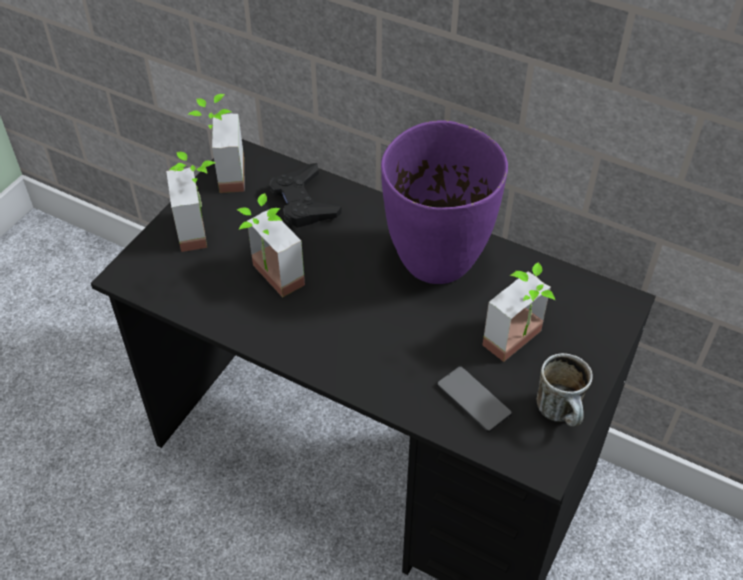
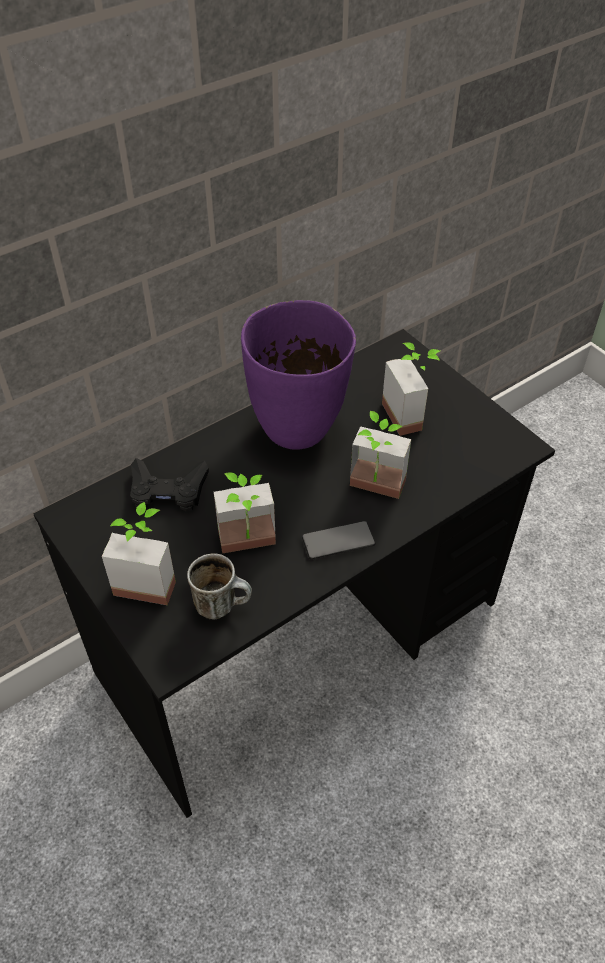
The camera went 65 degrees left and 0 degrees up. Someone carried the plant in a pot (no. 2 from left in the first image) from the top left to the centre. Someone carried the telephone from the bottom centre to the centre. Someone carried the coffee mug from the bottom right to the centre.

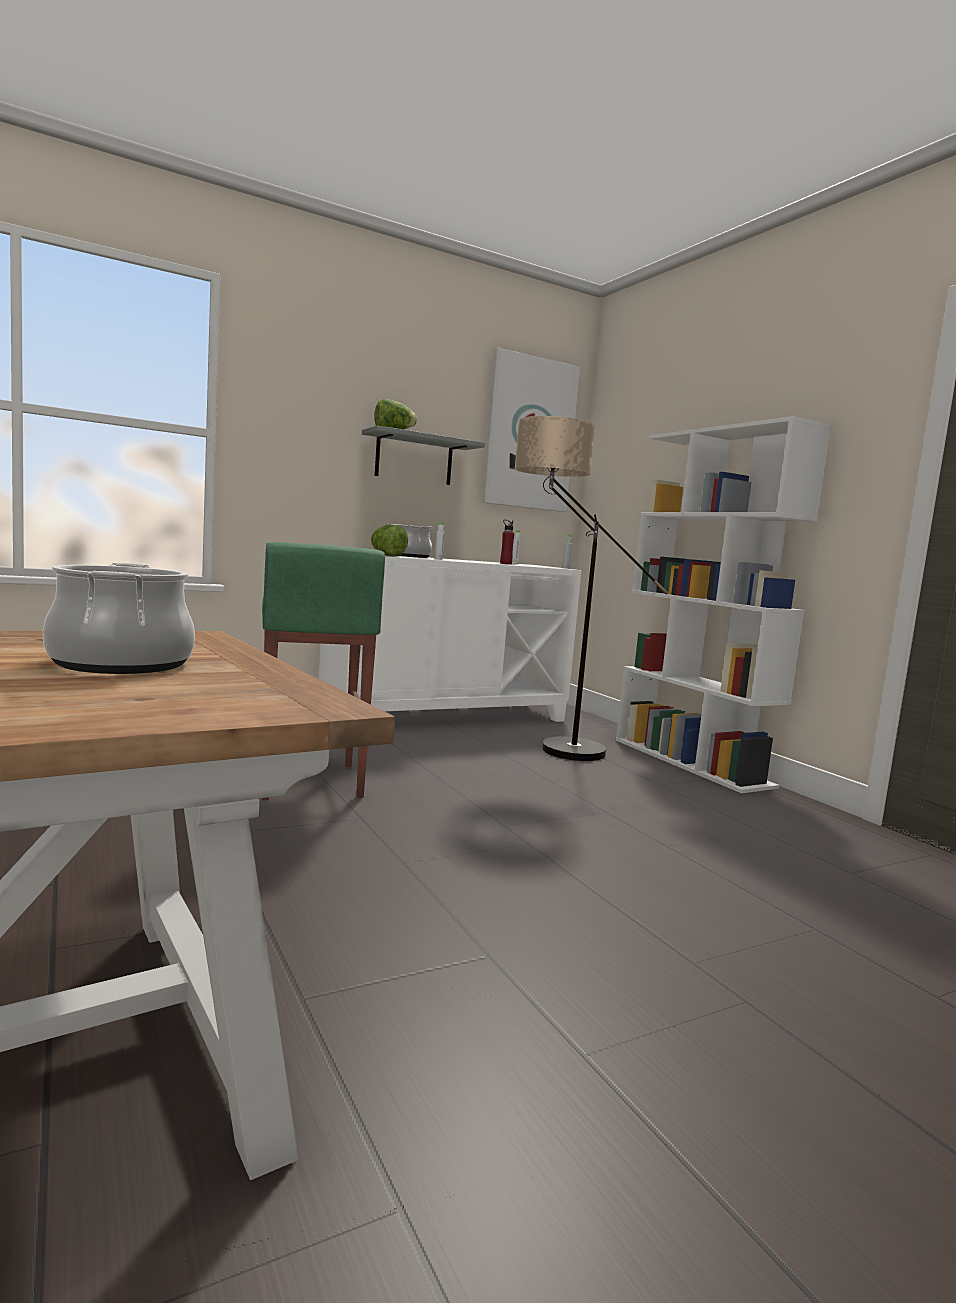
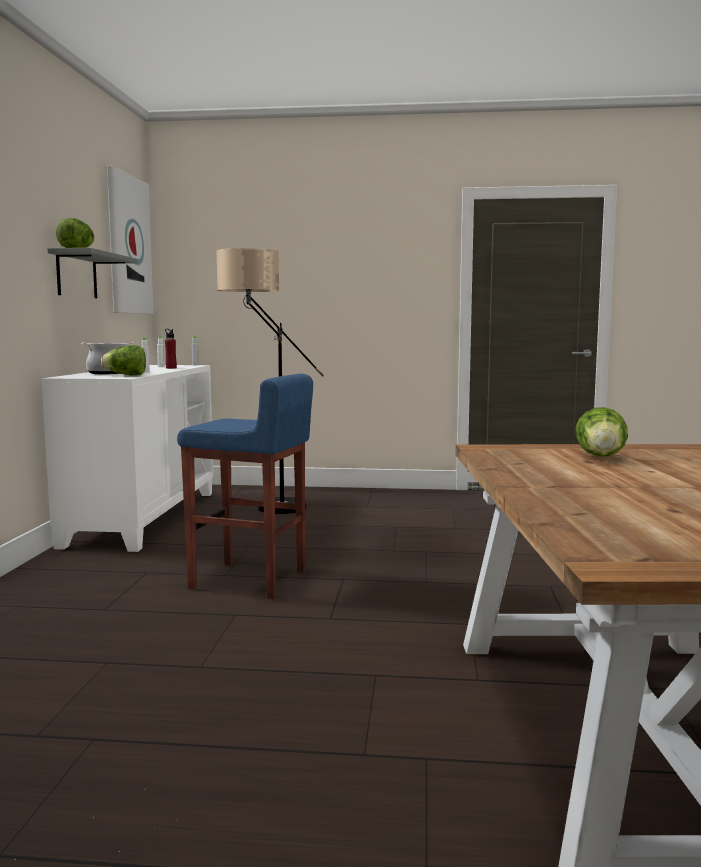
The camera went 55 degrees left and 0 degrees up. Someone swapped the saucepot (no. 1 from left) at the middle left for the lettuce (no. 3 from left) at the middle right. Someone repainted the greenish sitting stool at the centre, which became the blue sitting stool at the centre. Someone took away the white-coloured bookcase at the middle right.

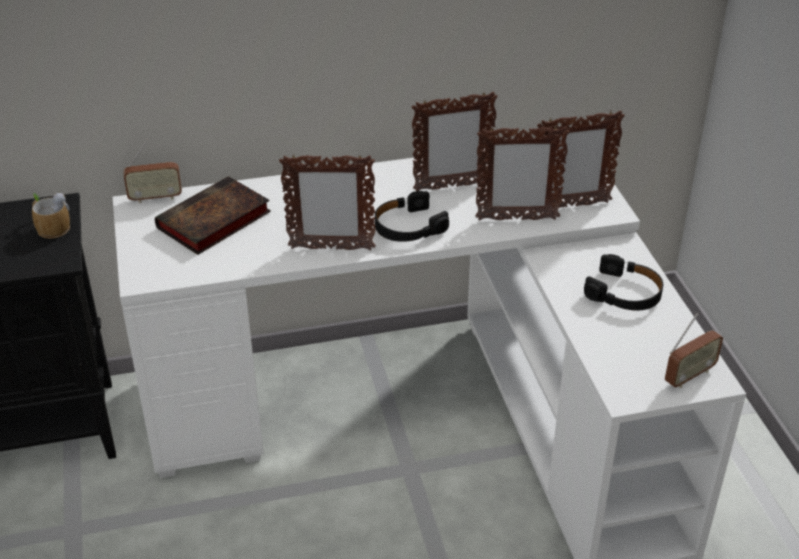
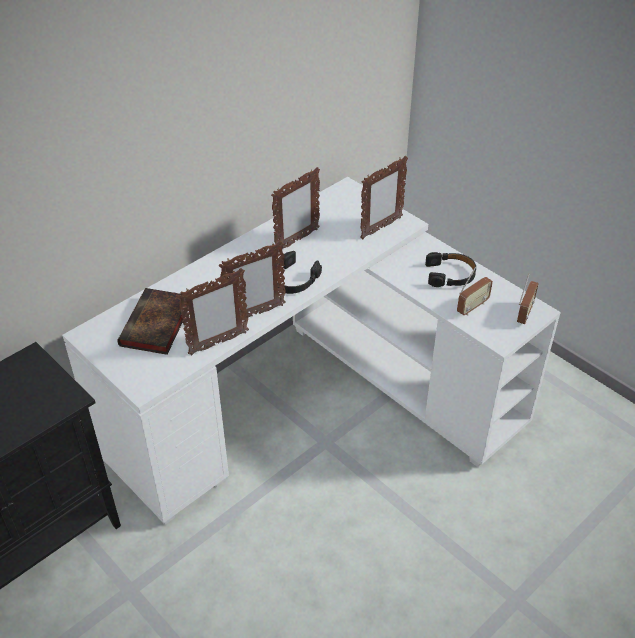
The camera went 30 degrees left and 5 degrees up. Someone took away the coffee mug at the middle left. Someone carried the radio (no. 1 from left) from the top left to the middle right. Someone carried the photo frame (no. 3 from left in the first image) from the top centre to the centre.

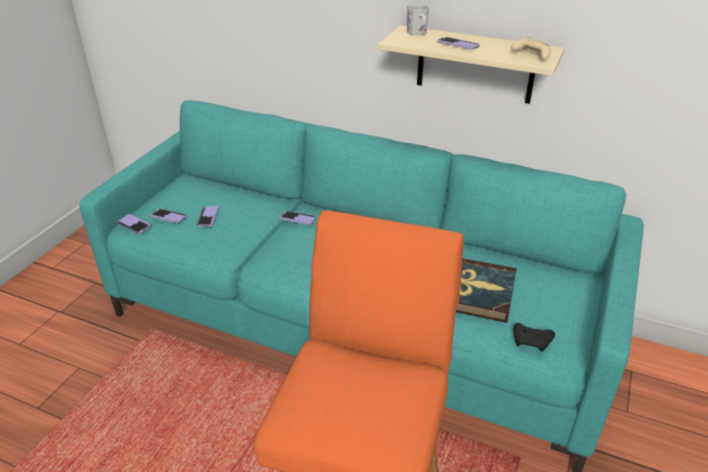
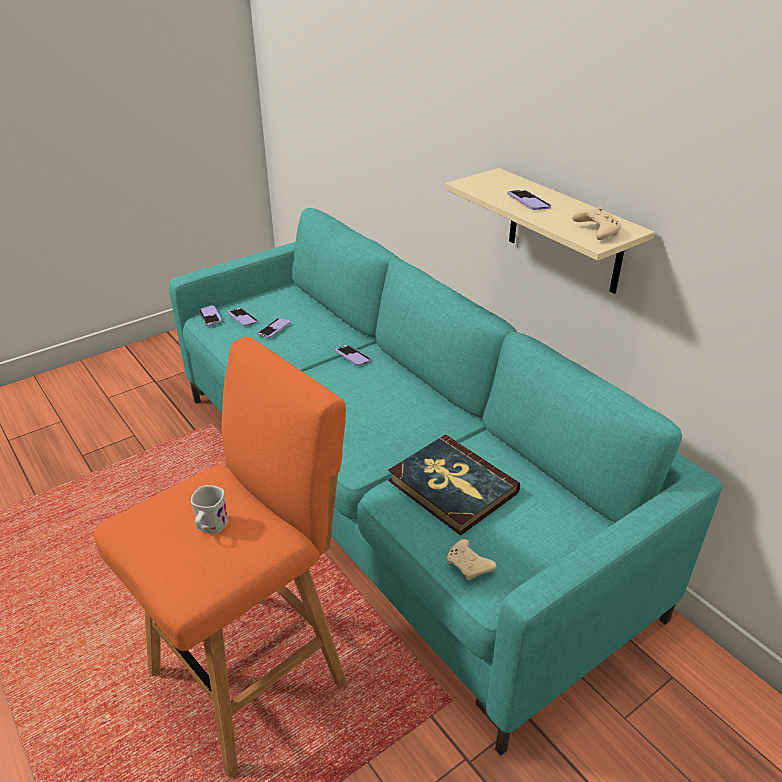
The camera went 30 degrees right and 0 degrees up. Someone carried the white-coloured coffee mug from the top centre to the middle left. Someone repainted the blackish game controller at the bottom right, which became the beige-coloured game controller (no. 1 from left) at the bottom centre.

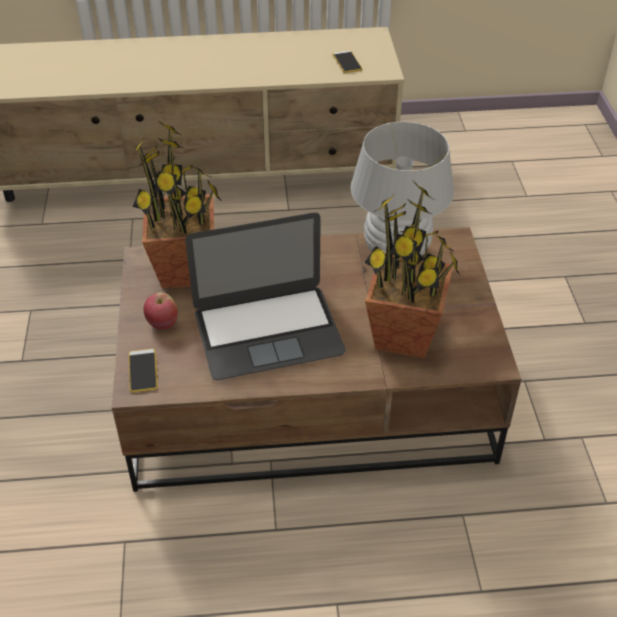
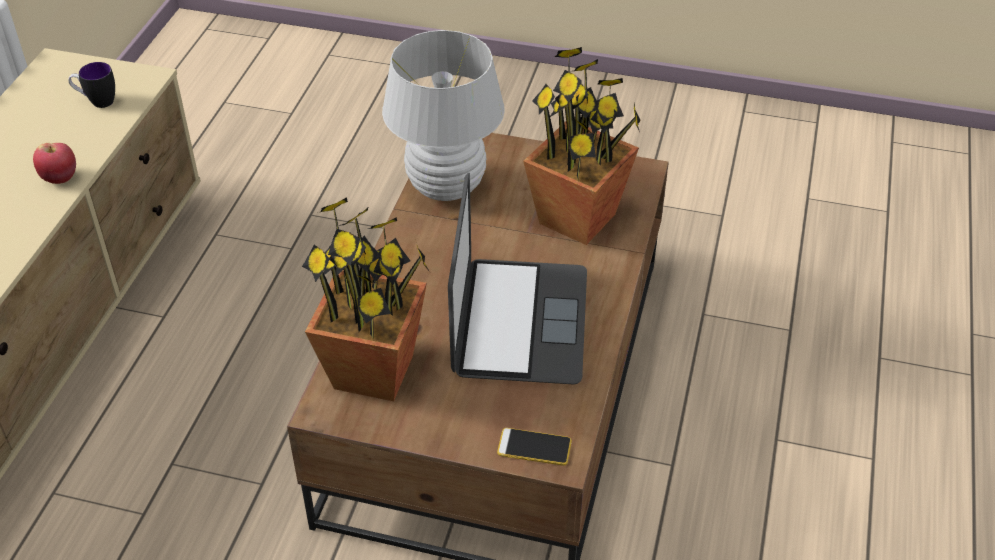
The camera went 70 degrees left and 0 degrees up. Someone carried the whole apple from the middle left to the top left. Someone swapped the telephone (no. 2 from left) at the top centre for the coffee mug at the top left.

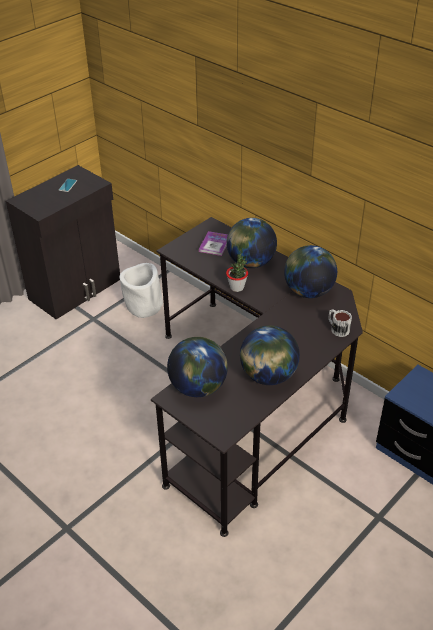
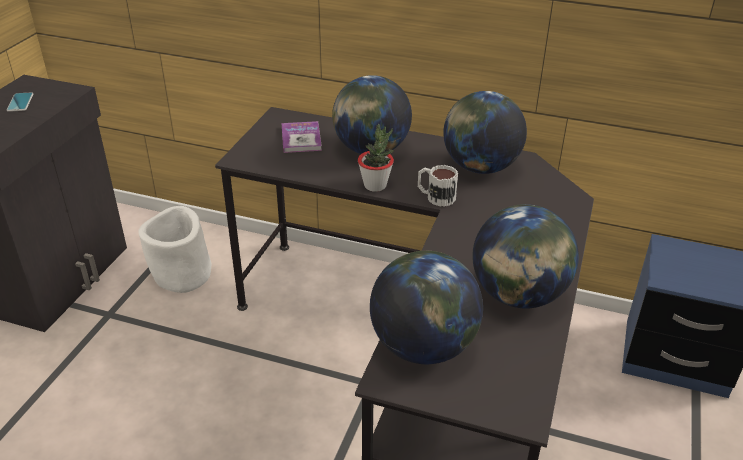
The camera went 25 degrees left and 5 degrees down. Someone carried the coffee mug from the middle right to the centre.

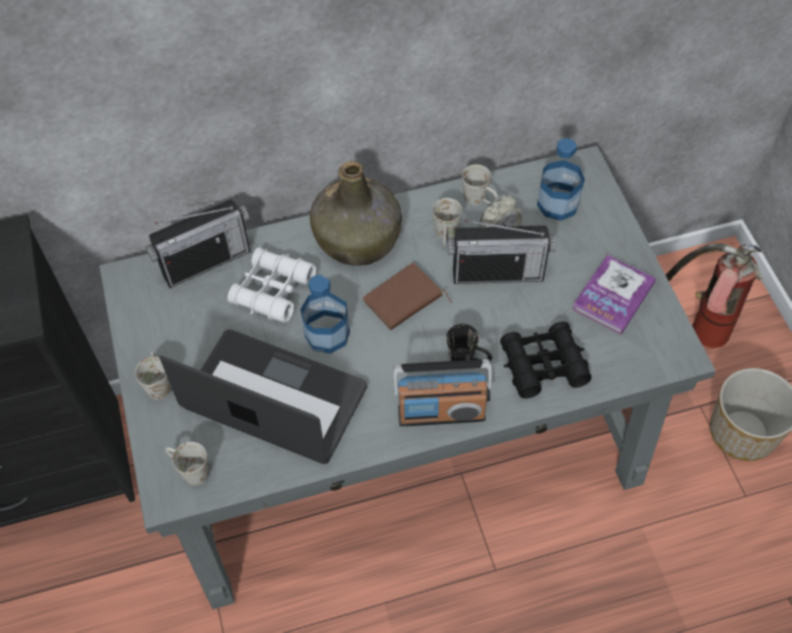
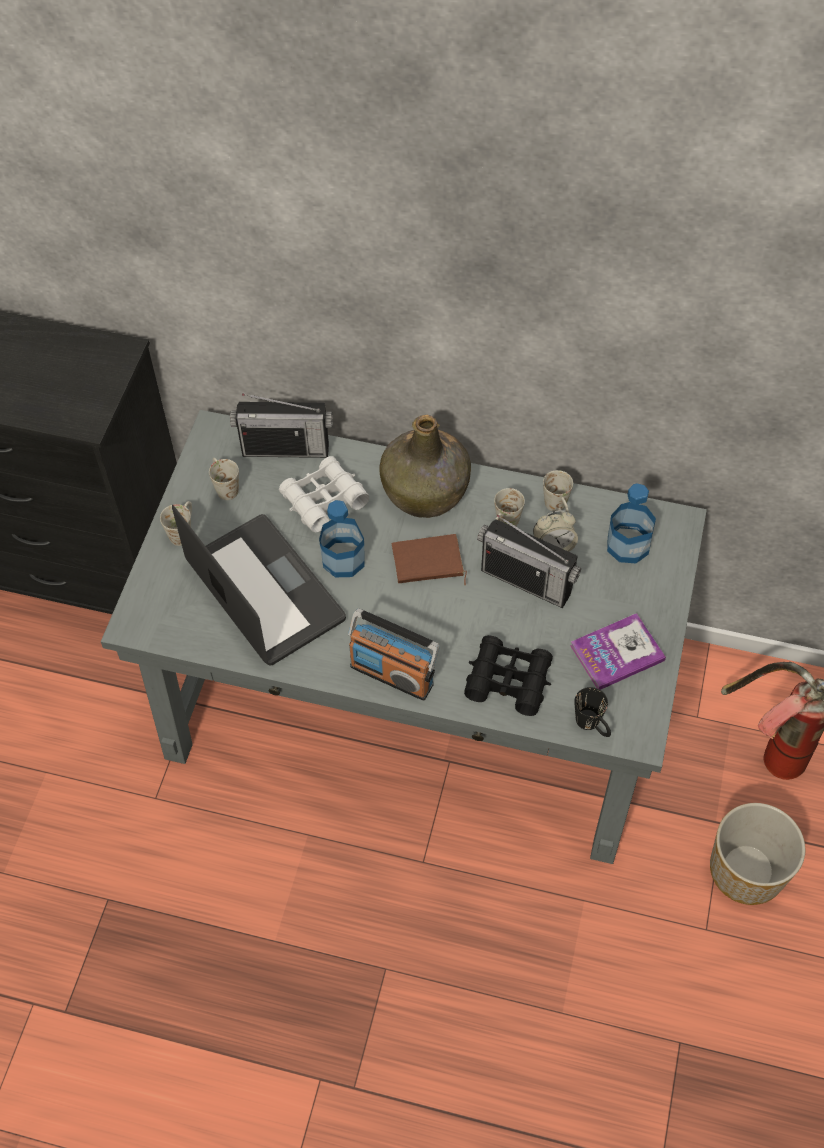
The camera went 30 degrees right and 0 degrees up. Someone carried the white-coloured coffee mug (no. 2 from left) from the bottom left to the middle left. Someone carried the blackish coffee mug from the centre to the middle right.

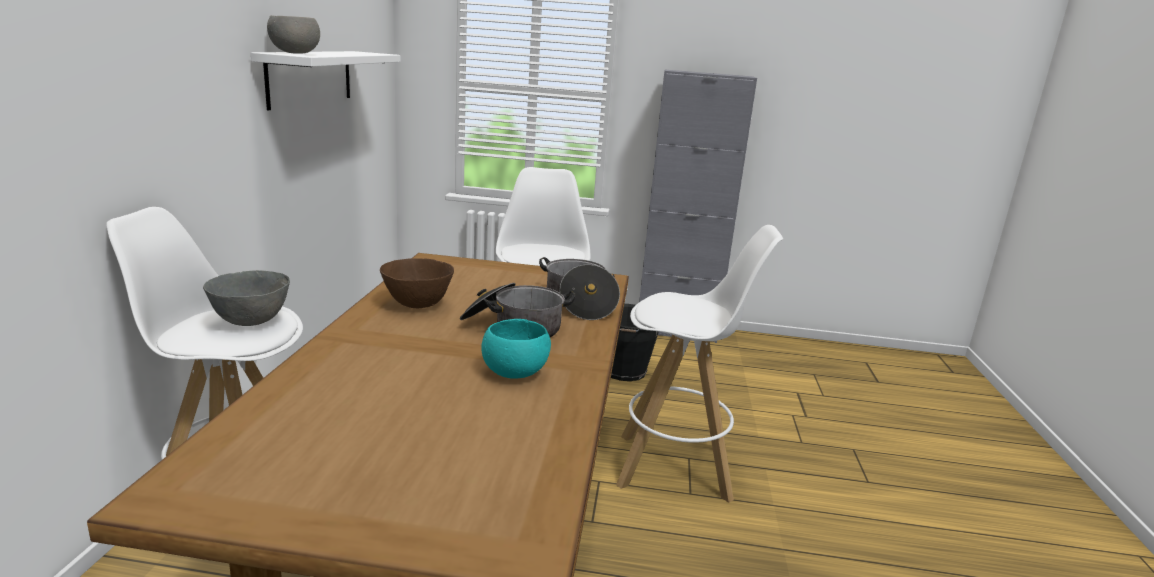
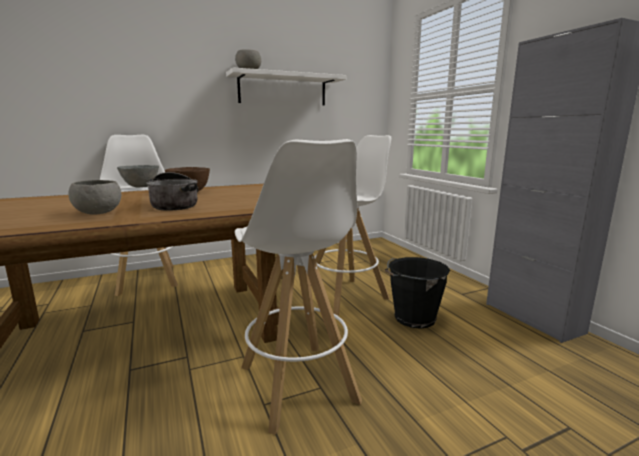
The camera went 60 degrees right and 5 degrees down. Someone repainted the turquoise-coloured deep dish at the centre, which became the greyish deep dish (no. 1 from left) at the middle left. Someone took away the saucepot (no. 2 from left) at the centre.

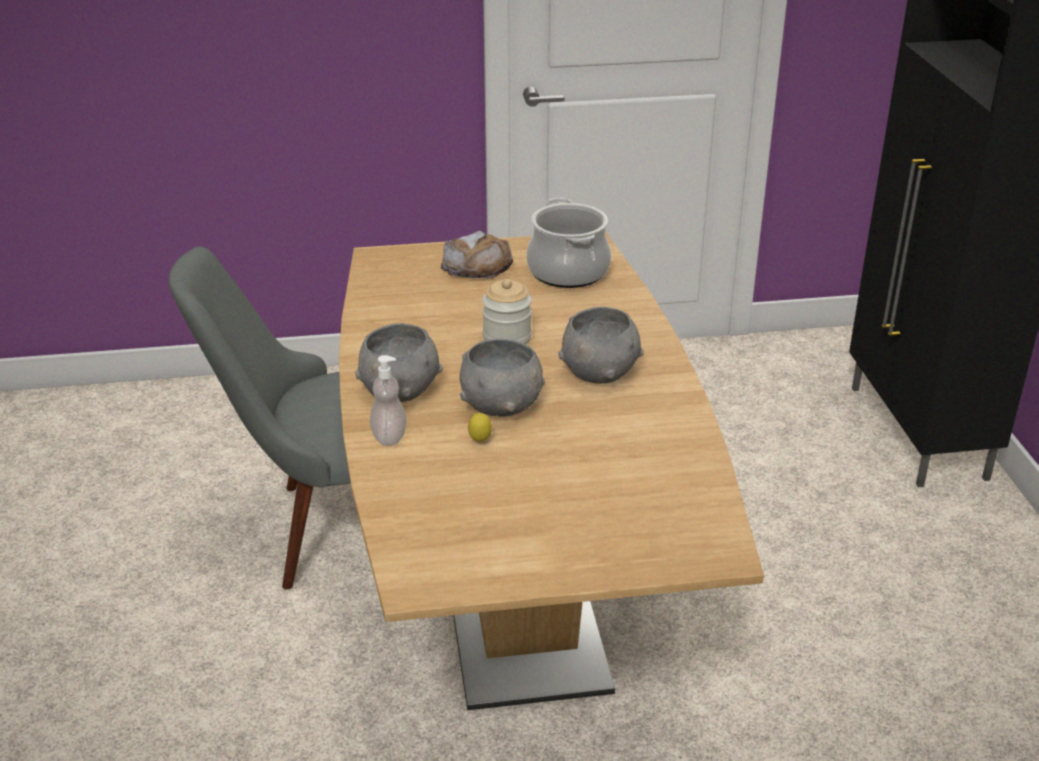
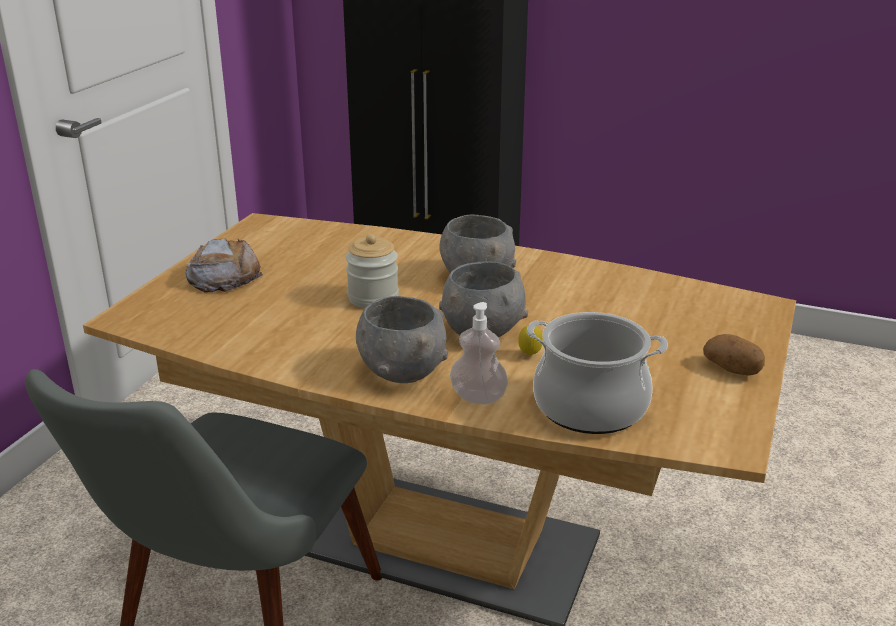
The camera went 60 degrees left and 5 degrees down. Someone carried the saucepot from the top centre to the centre. Someone put down the spud at the middle right.

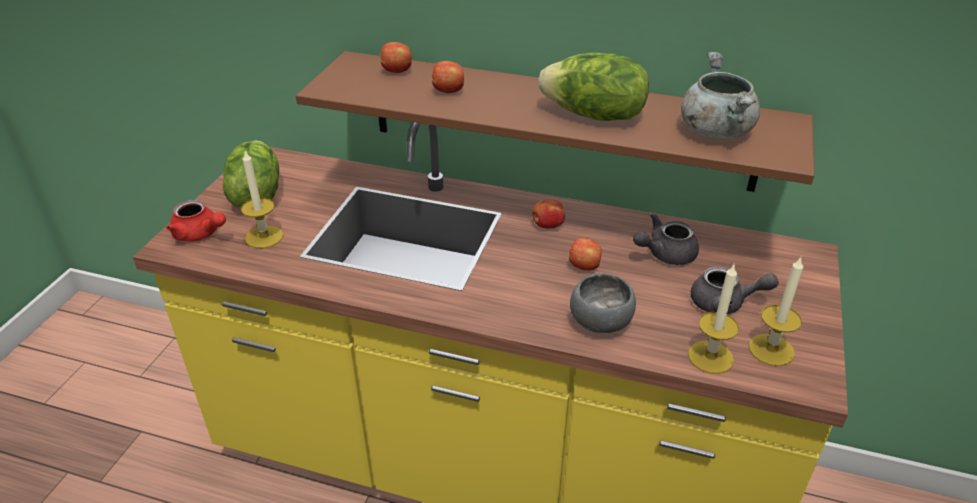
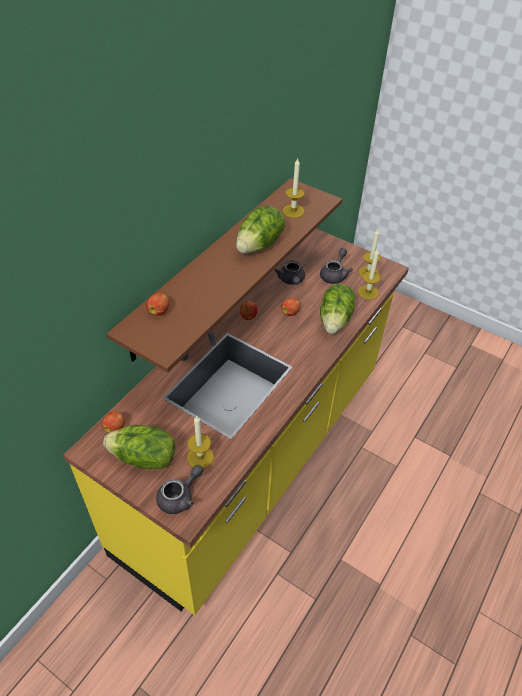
The camera went 75 degrees left and 10 degrees up. Someone repainted the red teapot at the middle left, which became the greyish teapot (no. 1 from left) at the bottom centre. Someone carried the whole apple (no. 2 from left in the first image) from the top centre to the middle left. Someone swapped the greyish deep dish at the centre for the lettuce (no. 3 from left) at the centre. Someone swapped the greyish saucepot at the top right for the candle (no. 2 from left) at the top centre.

